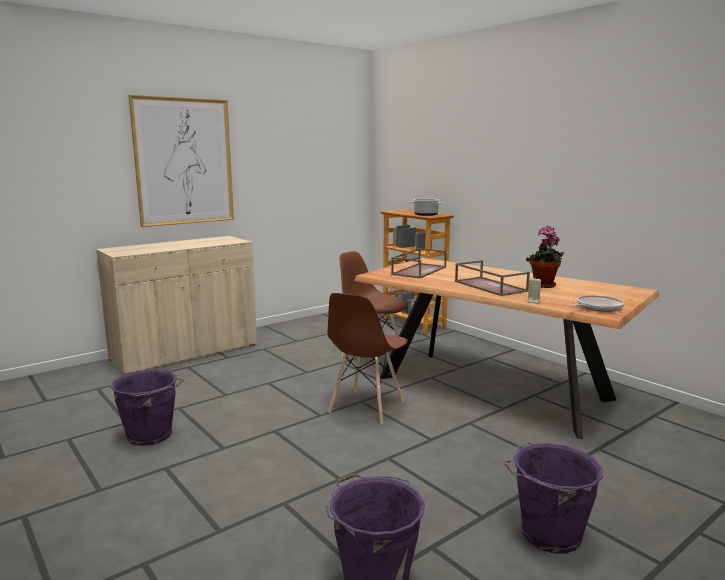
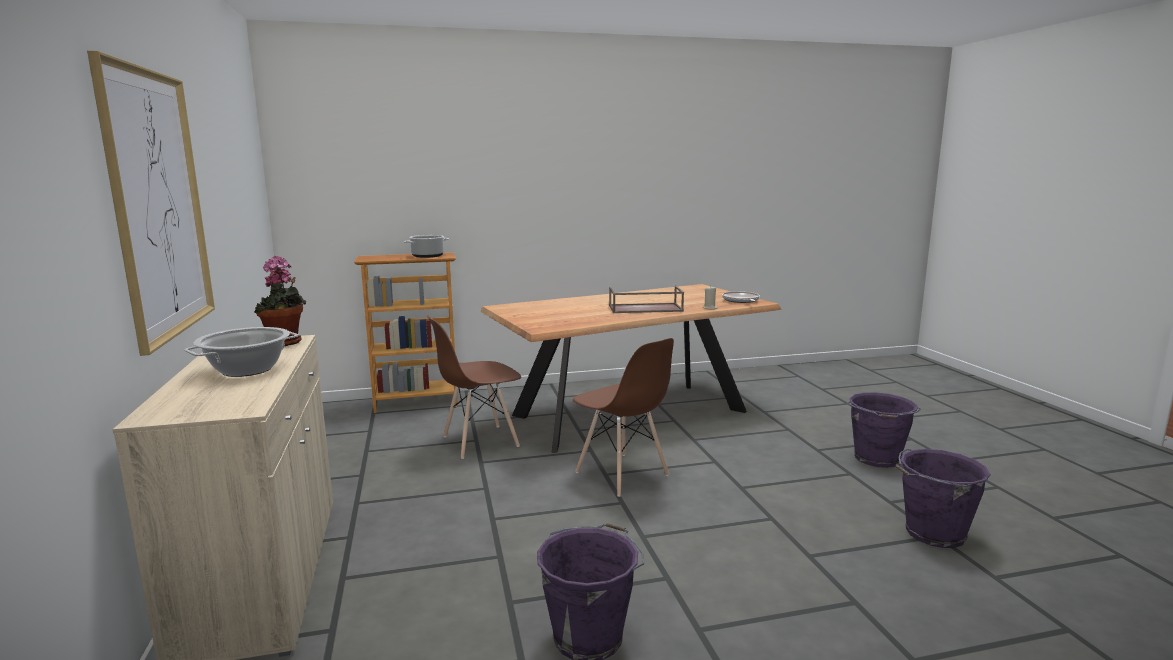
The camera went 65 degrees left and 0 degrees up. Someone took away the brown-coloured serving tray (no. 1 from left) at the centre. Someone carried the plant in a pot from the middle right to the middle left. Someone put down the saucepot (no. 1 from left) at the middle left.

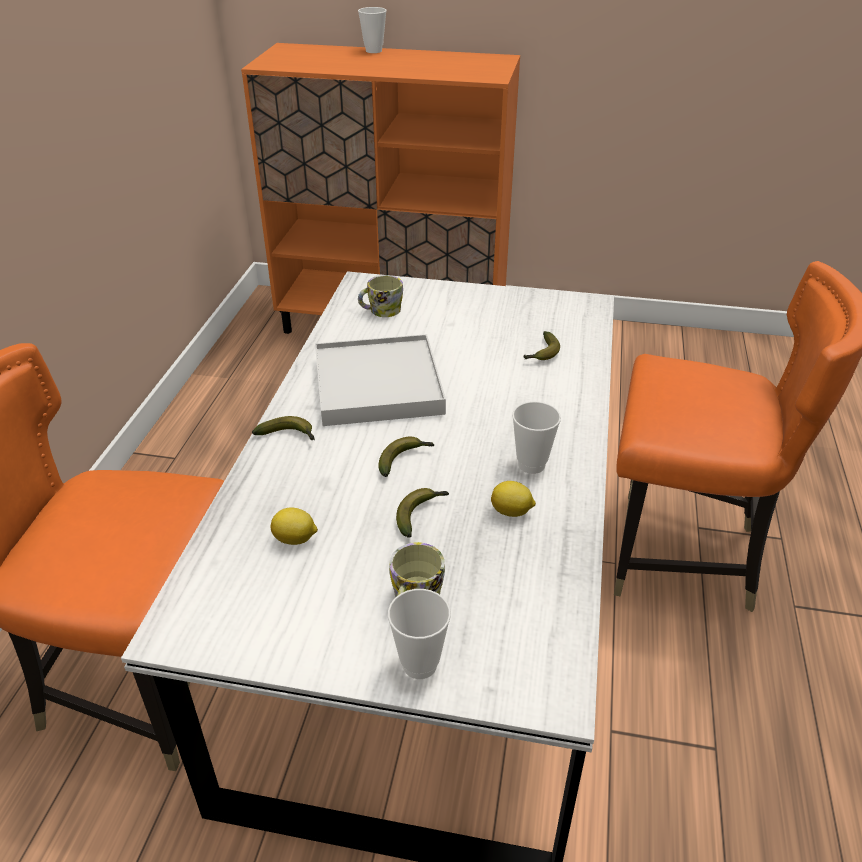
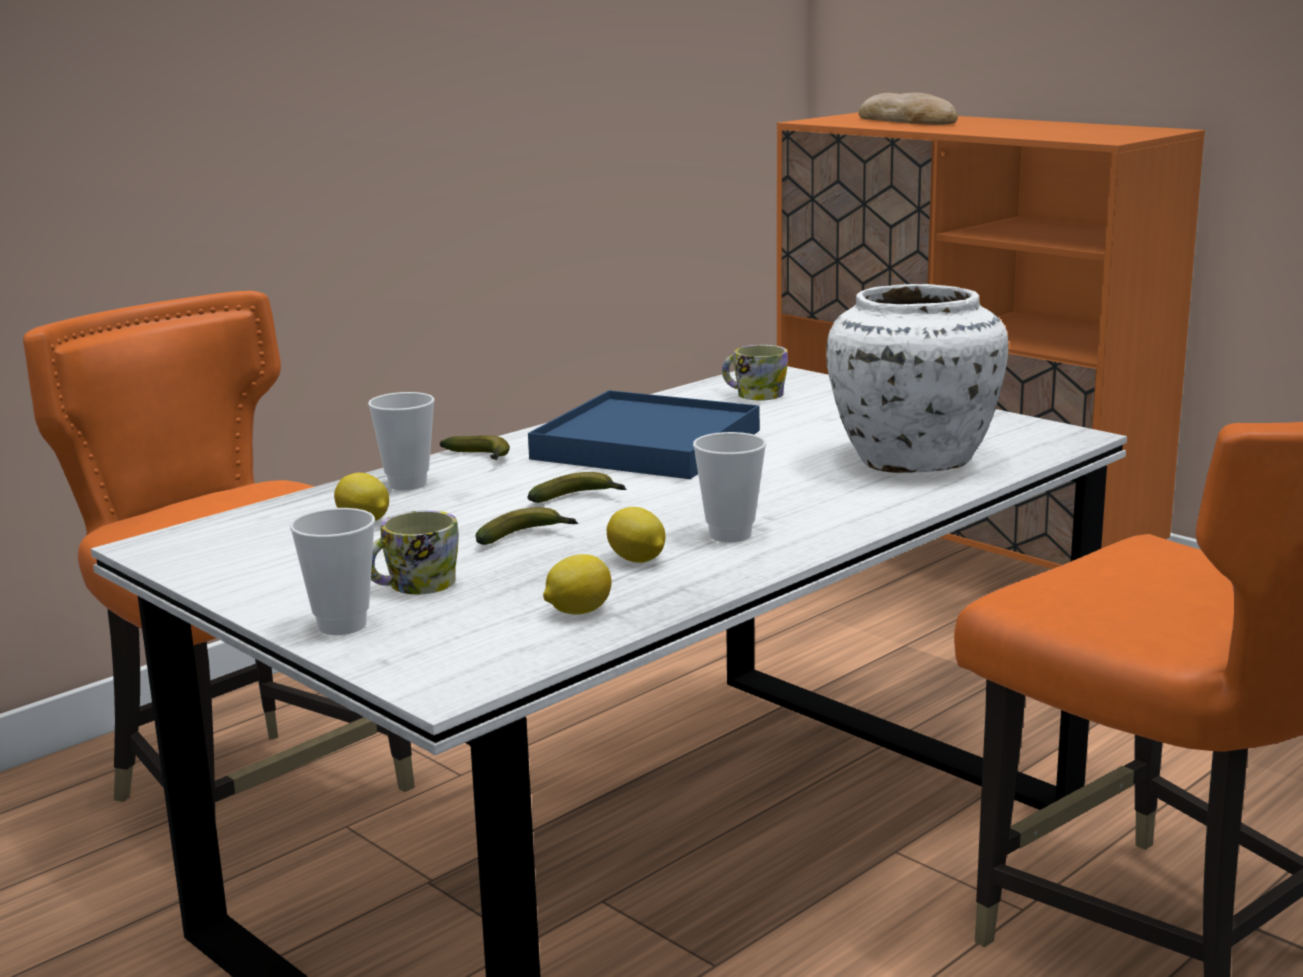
The camera went 35 degrees right and 20 degrees down. Someone repainted the white-coloured serving tray at the centre, which became the blue serving tray at the centre. Someone carried the small cup (no. 1 from left in the first image) from the top centre to the middle left. Someone swapped the banana (no. 4 from left) at the centre for the white-coloured flower vase at the middle right. Someone put down the lemon (no. 2 from left) at the centre. Someone put down the bread at the top right.

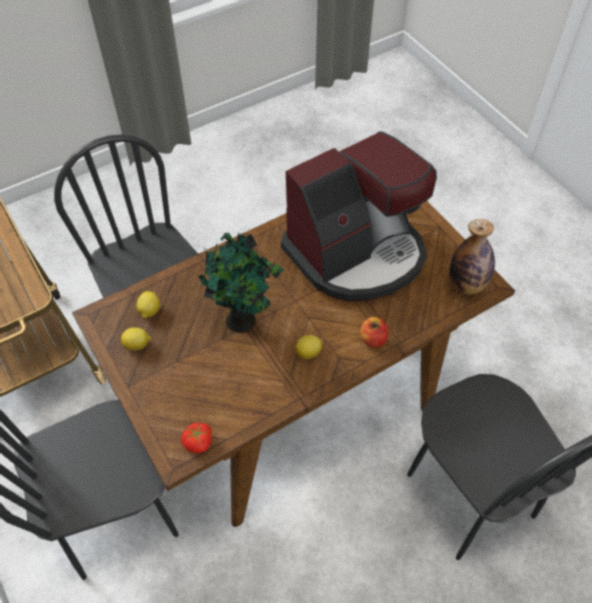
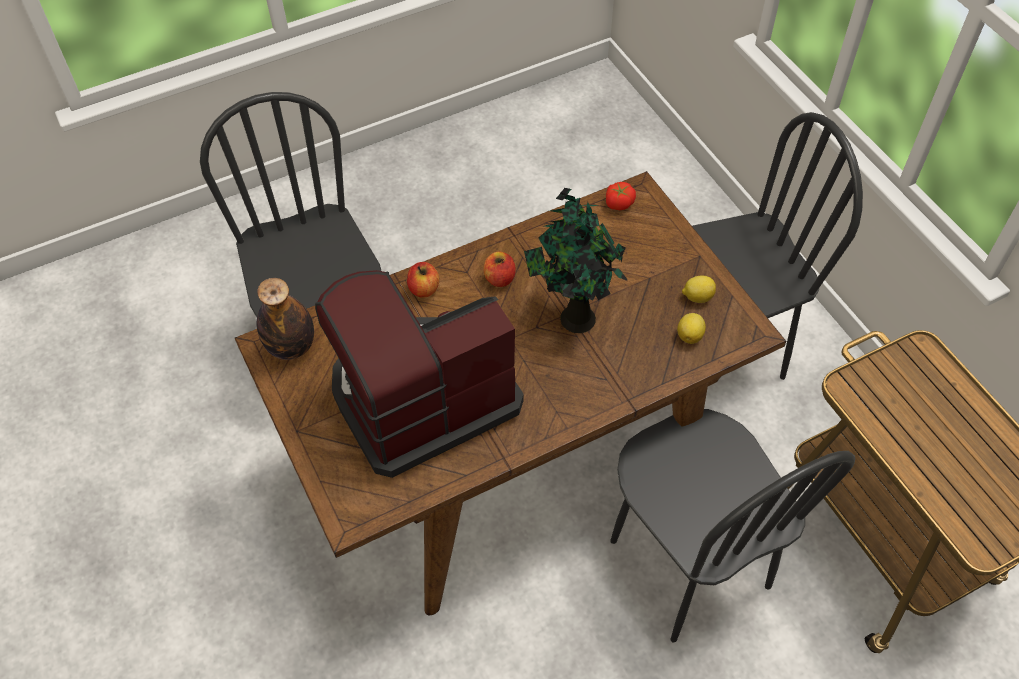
The camera went 175 degrees left and 0 degrees up. Someone swapped the lemon (no. 3 from left) at the centre for the whole apple (no. 2 from left) at the centre.

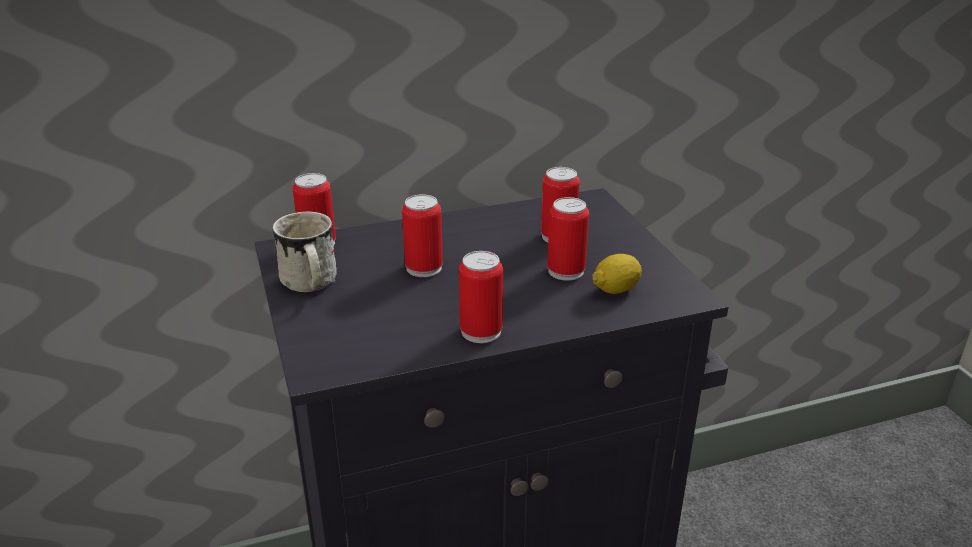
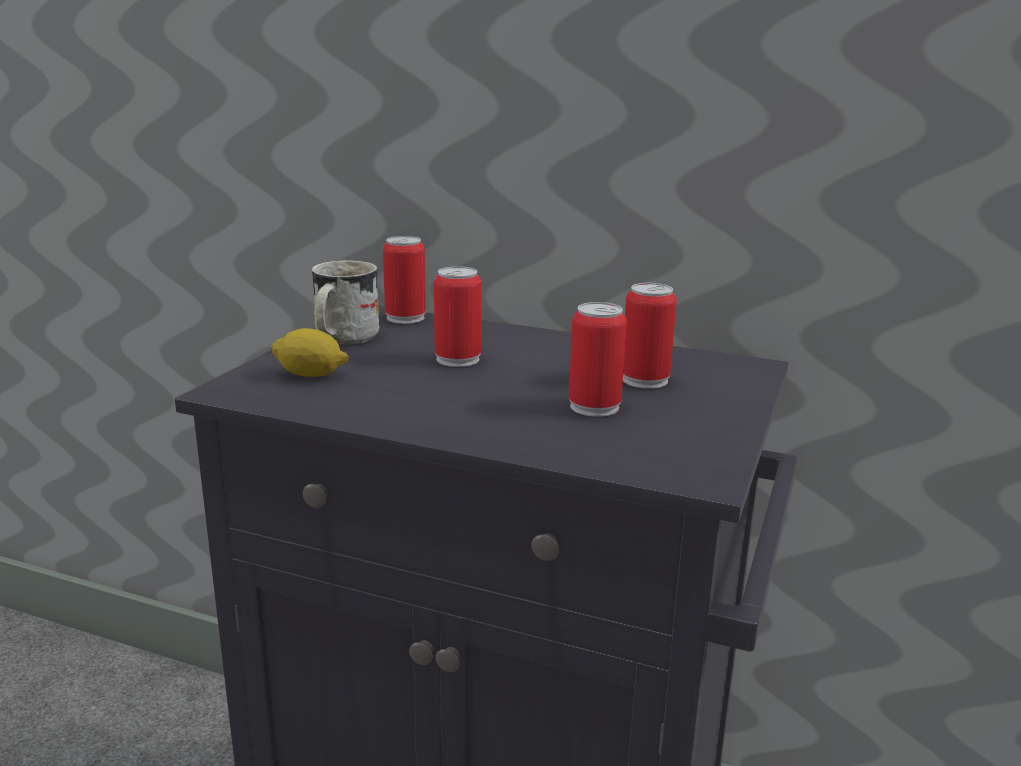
The camera went 40 degrees right and 10 degrees down. Someone took away the metal can (no. 3 from left) at the centre. Someone carried the lemon from the centre to the middle left.

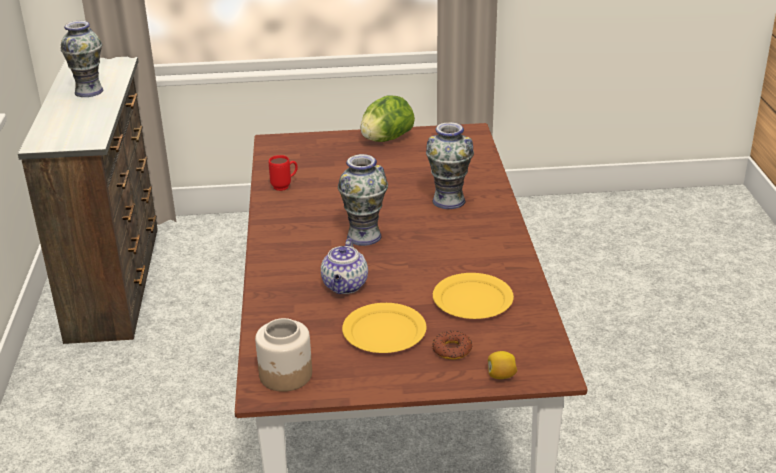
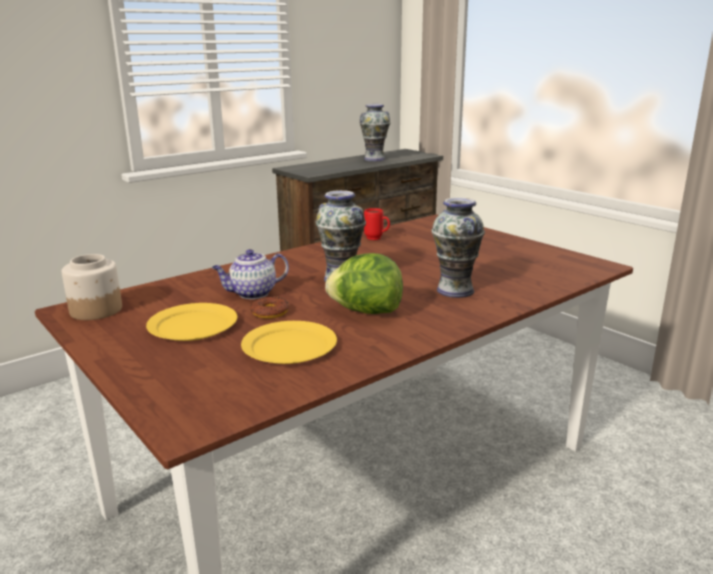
The camera went 55 degrees right and 10 degrees down. Someone carried the lettuce from the top centre to the centre. Someone carried the ring doughnut from the bottom centre to the centre. Someone took away the lemon at the bottom centre.

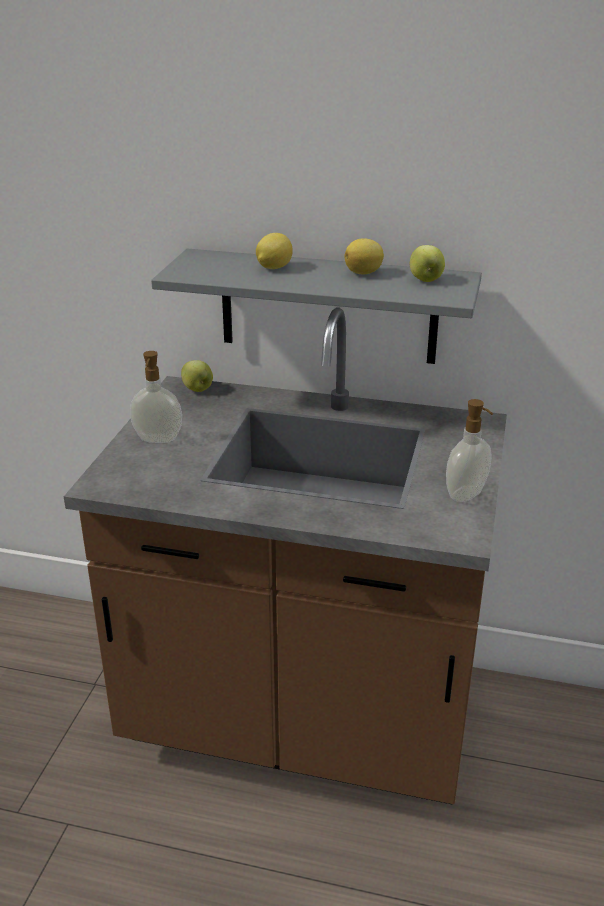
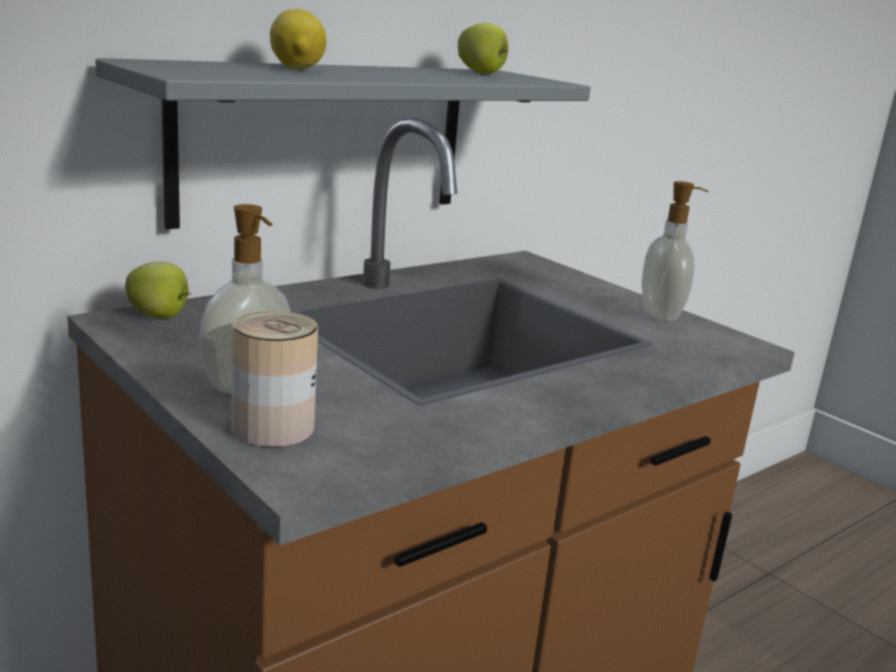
The camera went 55 degrees left and 10 degrees down. Someone took away the lemon (no. 2 from left) at the top centre. Someone put down the metal can at the middle left.

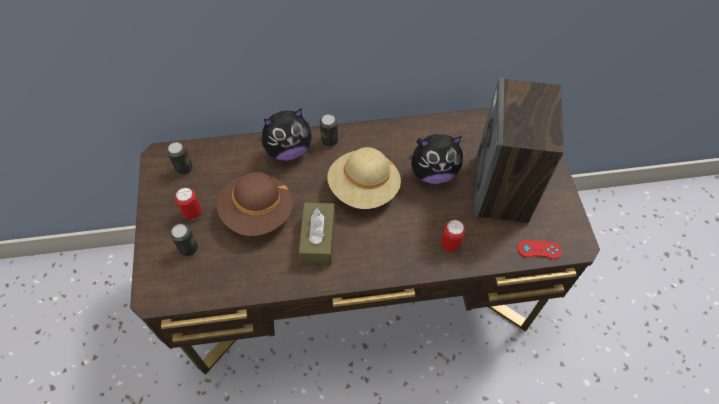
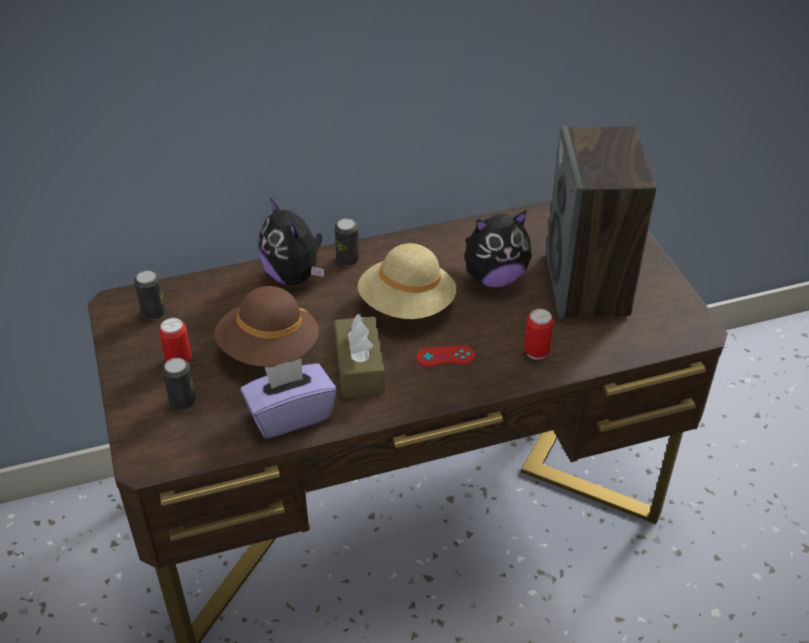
The camera went 10 degrees left and 15 degrees down. Someone rotated the cuddly toy (no. 1 from left) at the top centre by 90 degrees clockwise. Someone carried the red game controller from the middle right to the centre. Someone put down the purplish tissue holder at the centre.

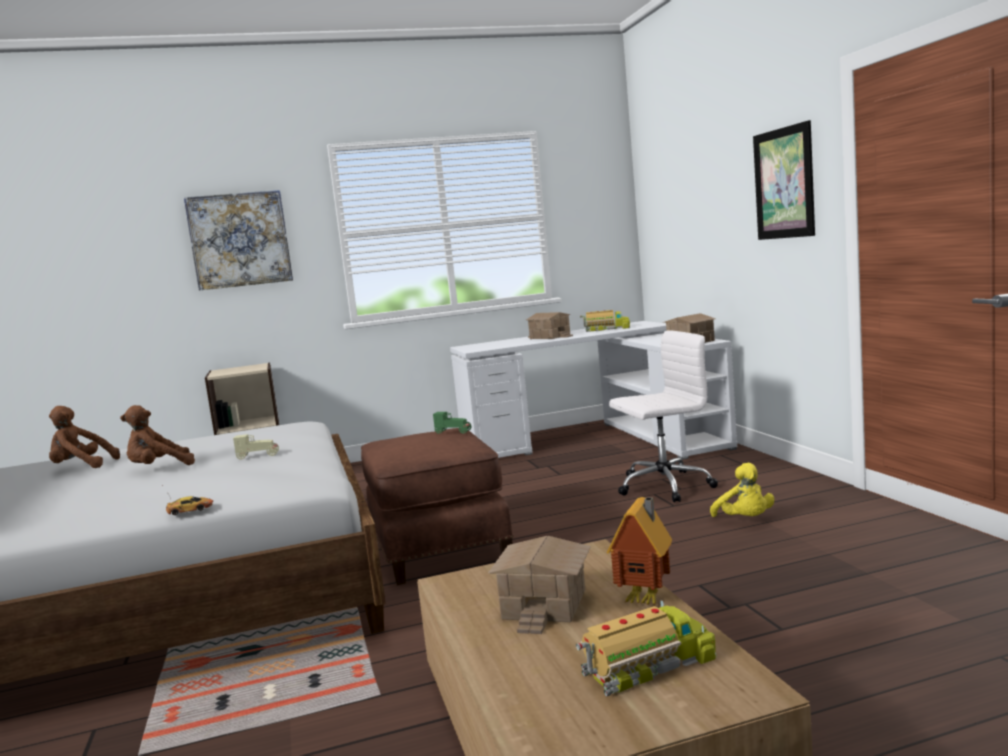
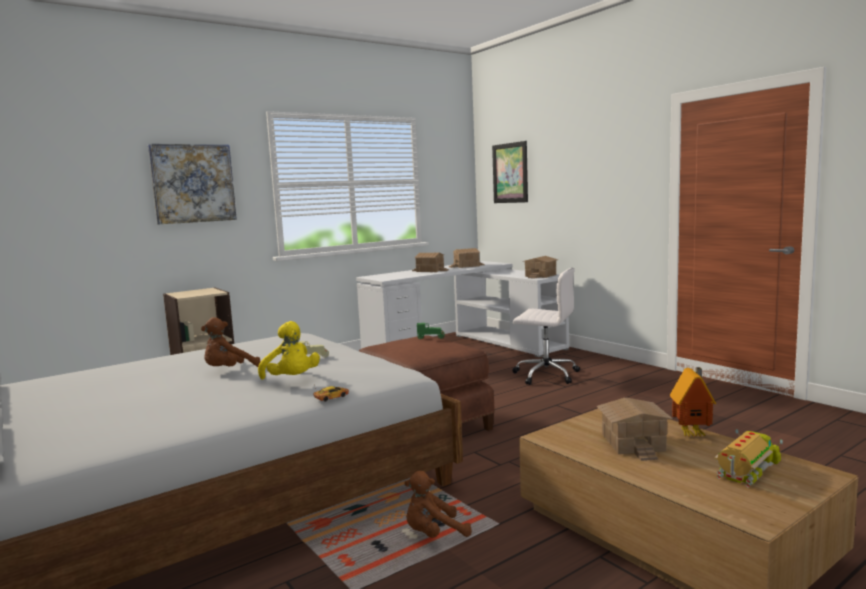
The camera went 20 degrees left and 0 degrees up. Someone carried the brown-coloured cuddly toy (no. 1 from left in the first image) from the middle left to the bottom centre. Someone swapped the toy truck (no. 1 from left) at the centre for the miniature house (no. 2 from left) at the centre. Someone rotated the white-coloured computer chair at the centre by 60 degrees clockwise. Someone carried the yellowish cuddly toy from the middle right to the centre. Someone carried the wall picture (no. 2 from left) from the top right to the top centre.

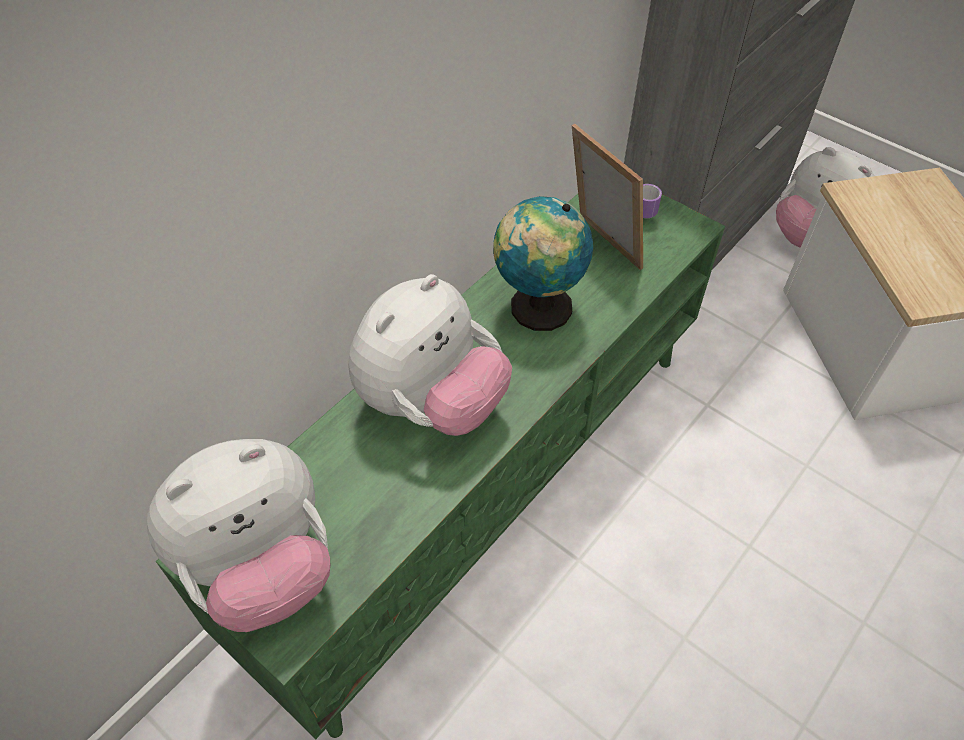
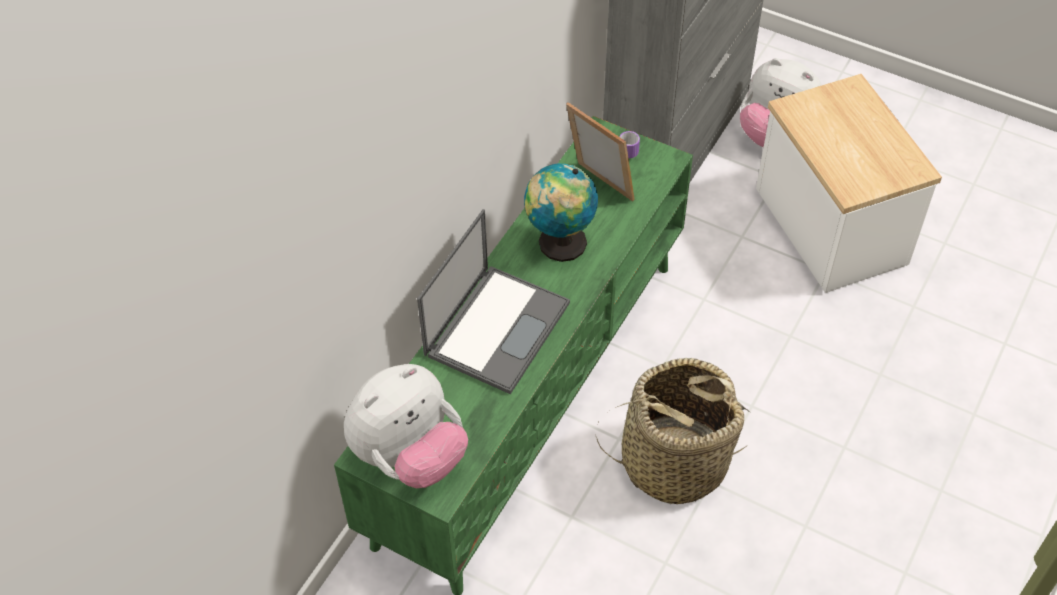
The camera went 10 degrees left and 0 degrees up. Someone swapped the cuddly toy (no. 2 from left) at the centre for the laptop at the centre. Someone put down the storage basket at the bottom centre.

